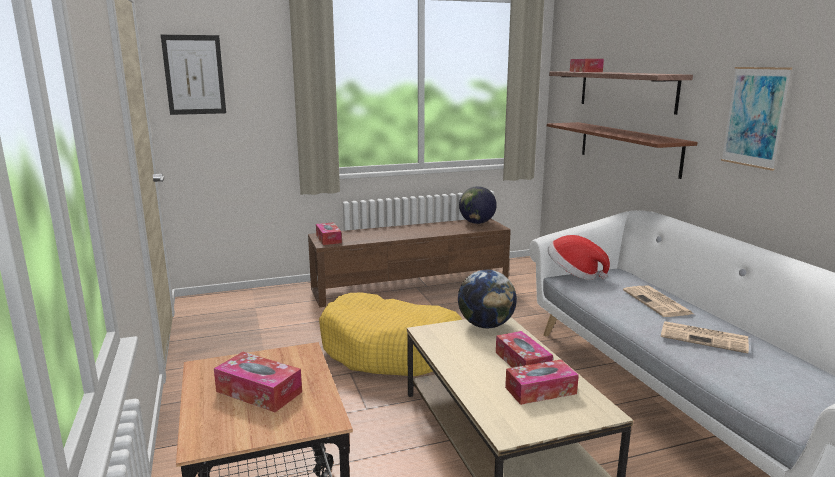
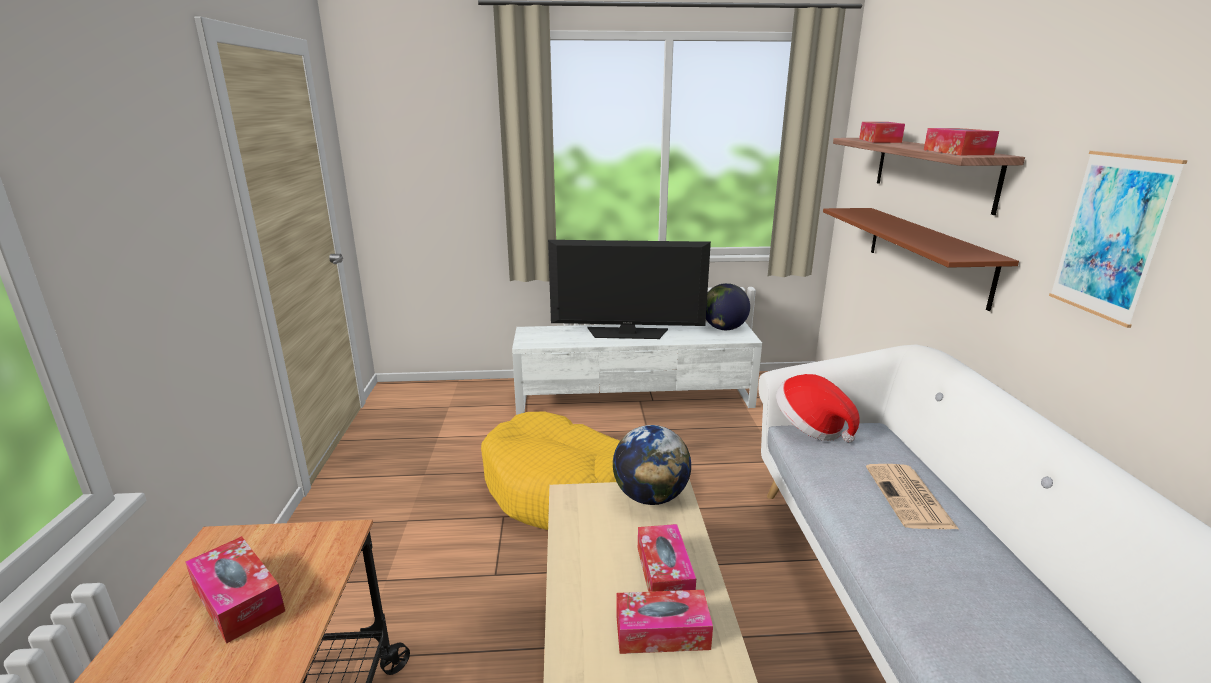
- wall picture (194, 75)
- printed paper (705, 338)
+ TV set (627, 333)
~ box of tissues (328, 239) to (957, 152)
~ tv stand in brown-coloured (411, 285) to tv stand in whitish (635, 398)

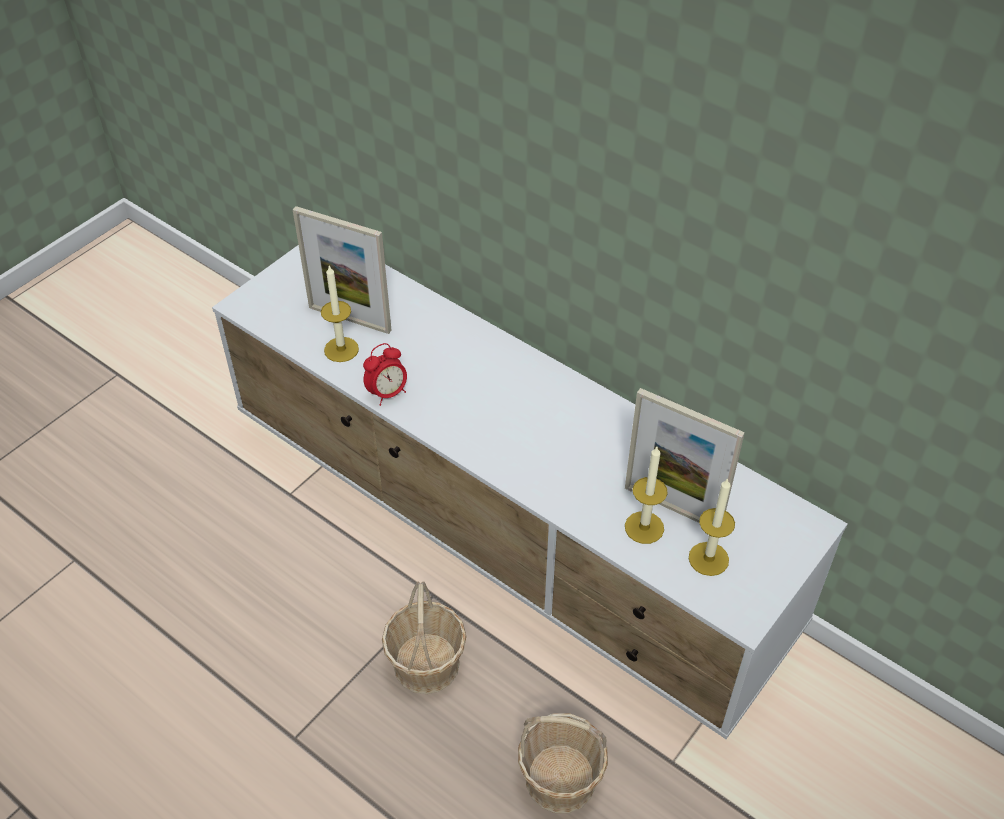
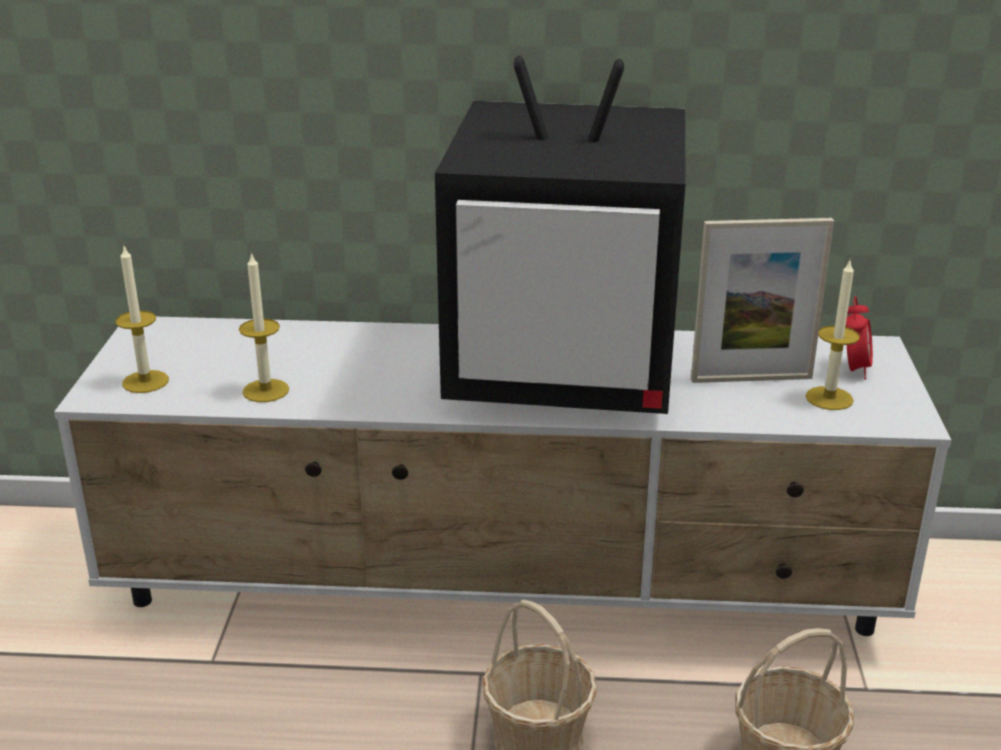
- standing frame (349, 319)
+ TV set (567, 369)
~ alarm clock (387, 393) to (853, 370)
~ wax light (644, 527) to (145, 381)

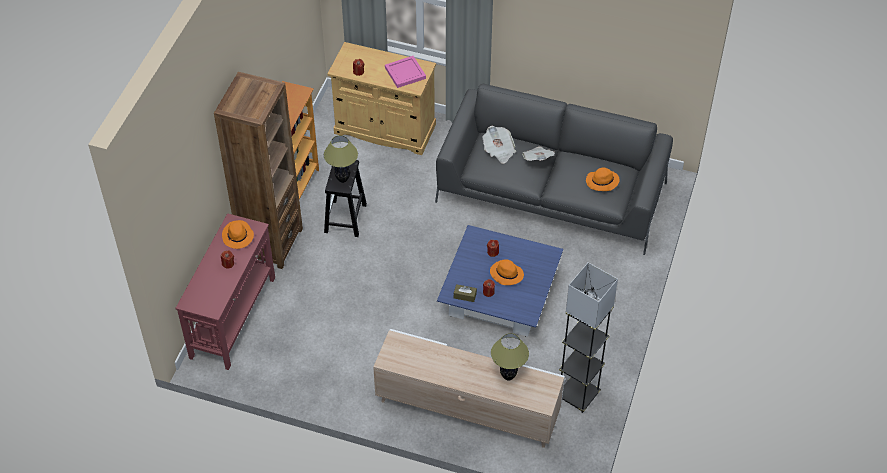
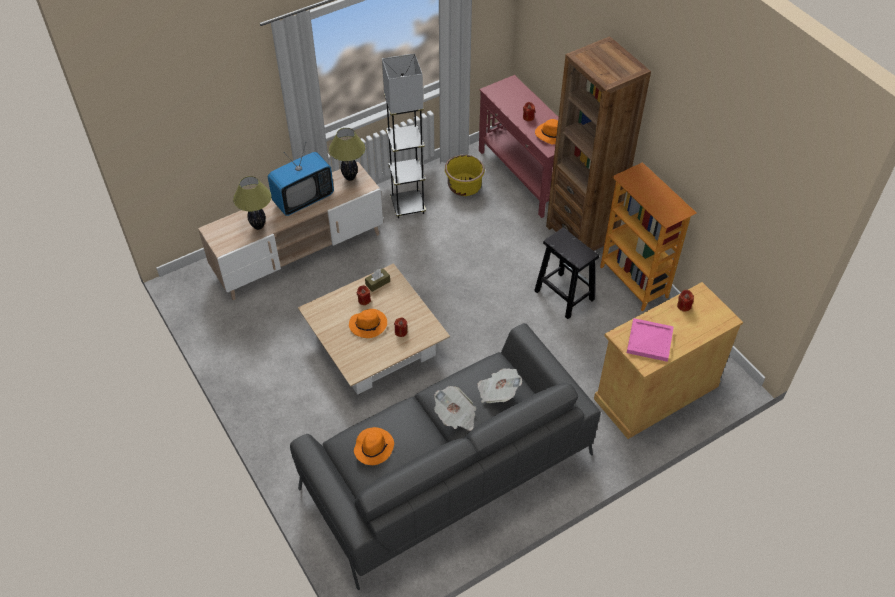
+ TV set (303, 199)
+ flower pot in yellow-coloured (464, 186)
~ table lamp (343, 179) to (350, 177)
~ standing lamp in grey (578, 395) to (408, 206)
~ coffee table in blue-coloured (500, 294) to coffee table in beige-coloured (375, 344)

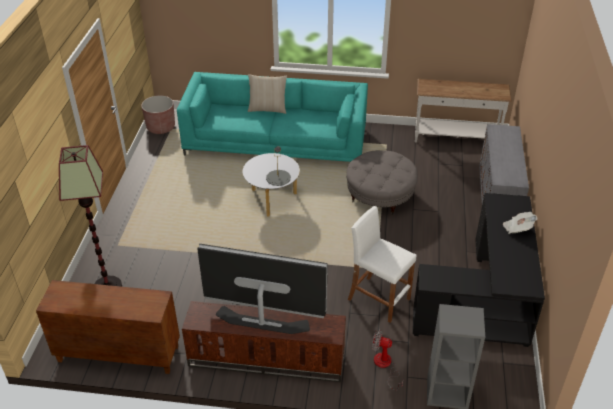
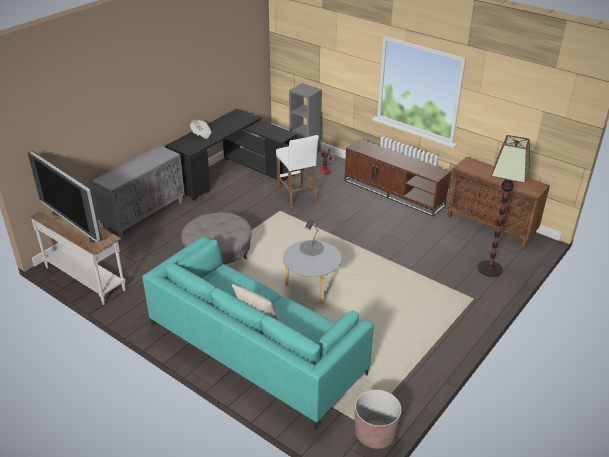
~ TV set (262, 319) to (76, 225)

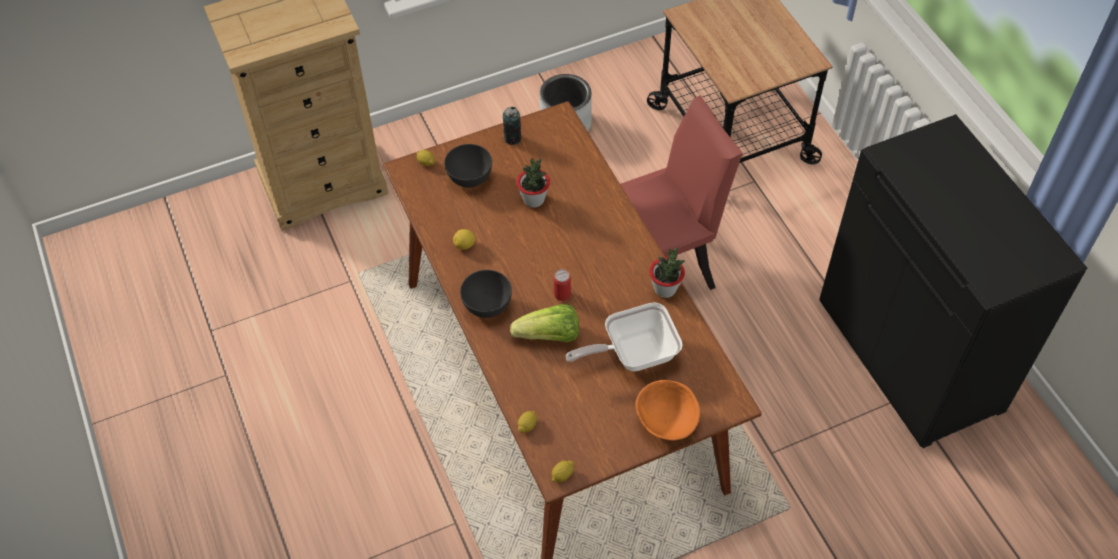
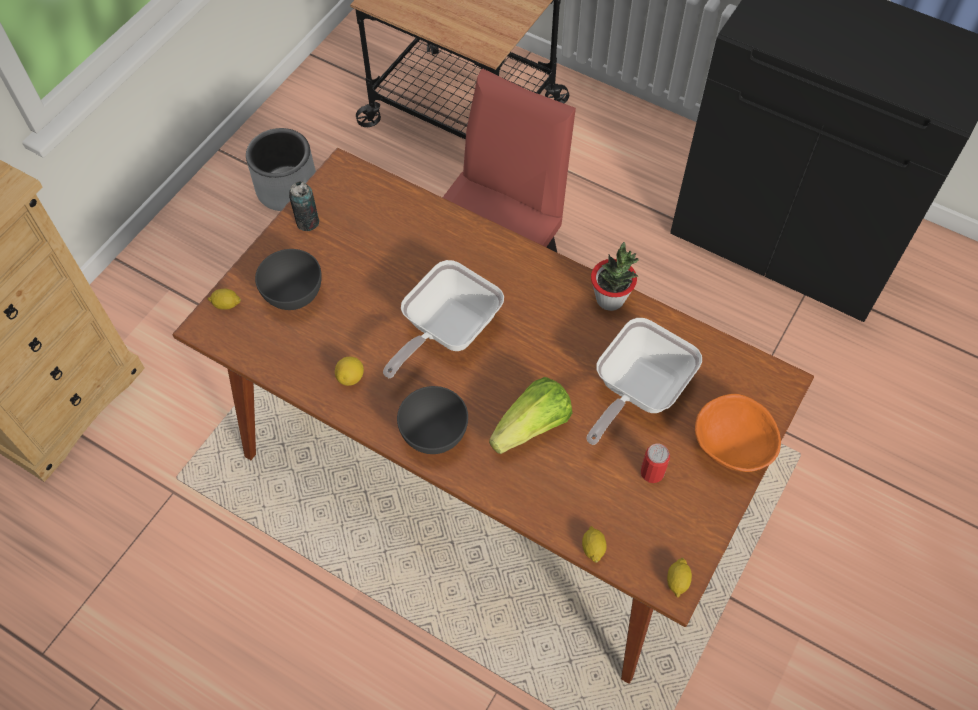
- potted plant (534, 199)
+ frying pan (446, 332)
~ metal can (562, 294) to (652, 472)

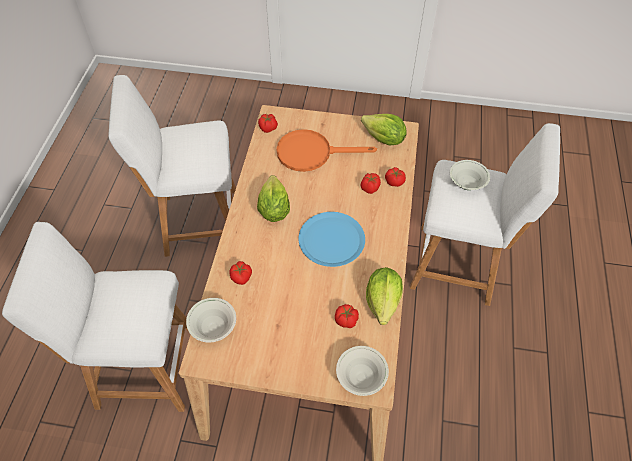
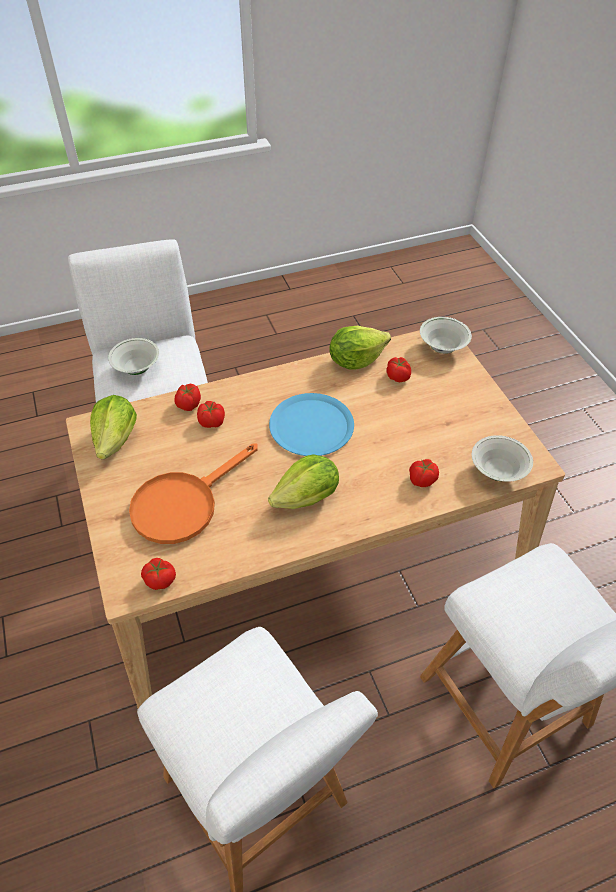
~ frying pan in orange-coloured (312, 153) = (183, 503) 75 degrees clockwise

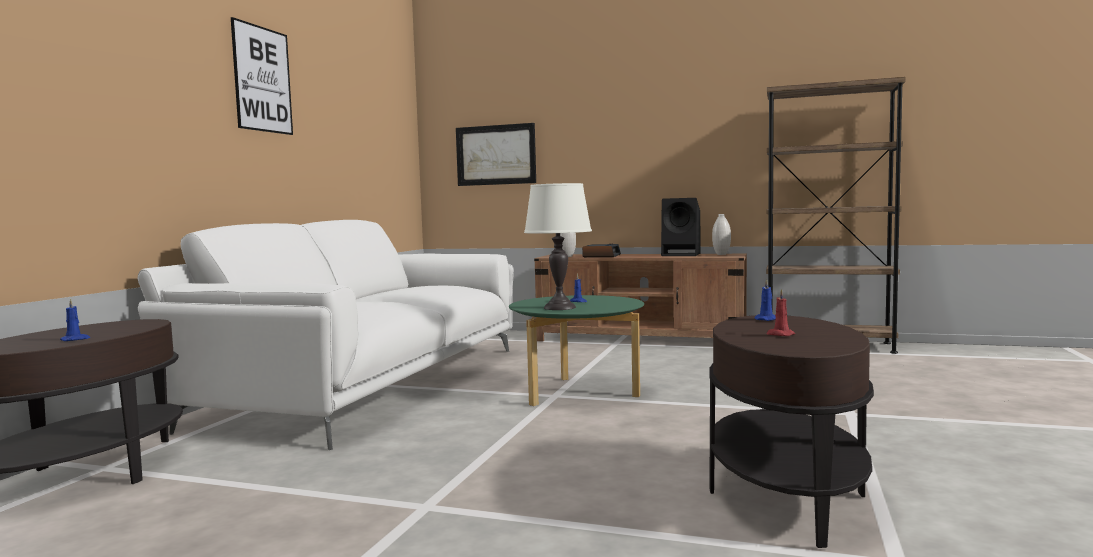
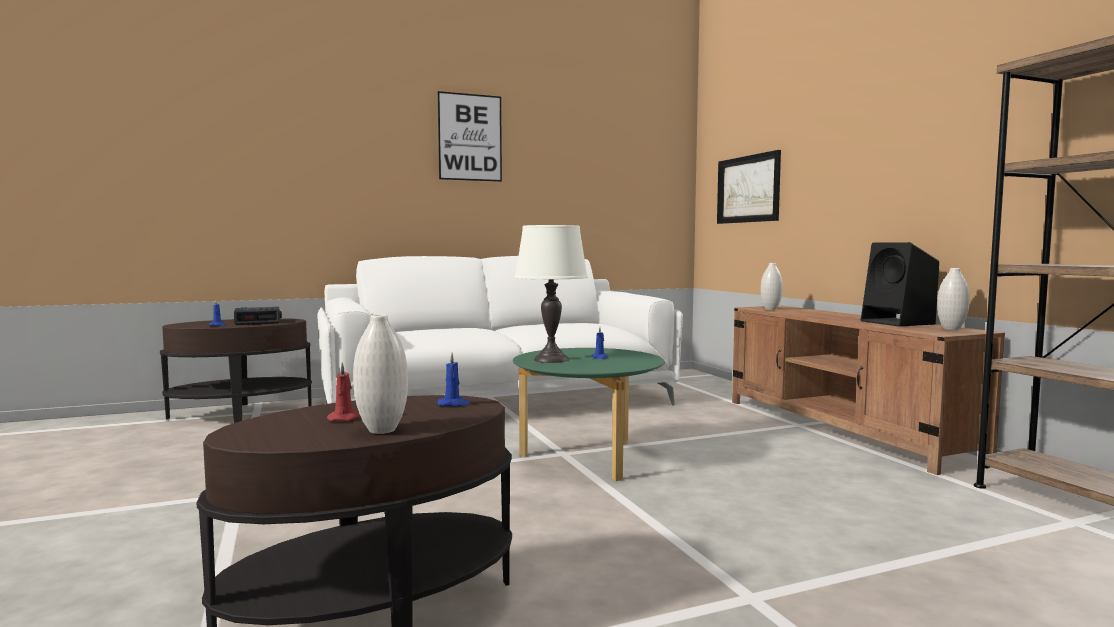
+ decorative vase in whitish (382, 430)
~ alarm clock (601, 256) to (258, 322)

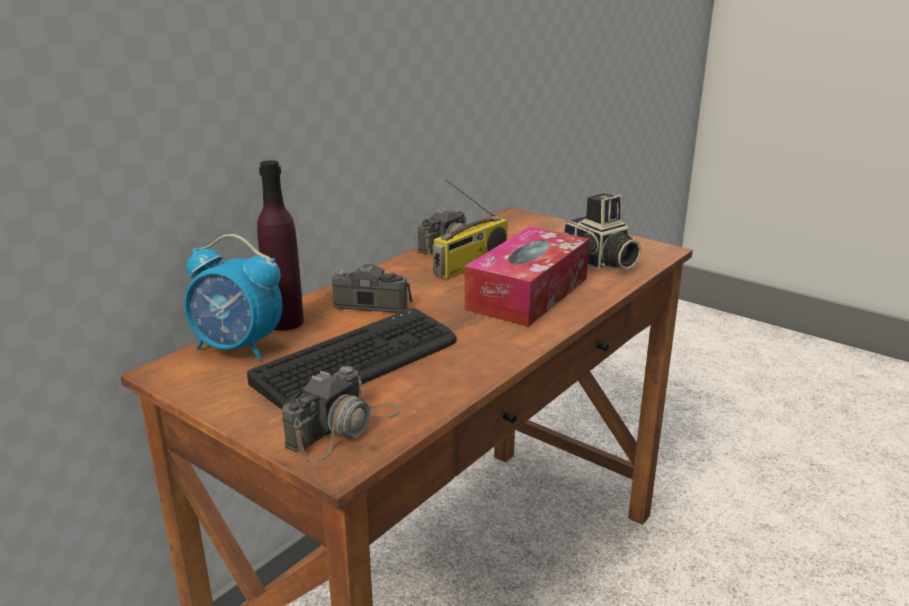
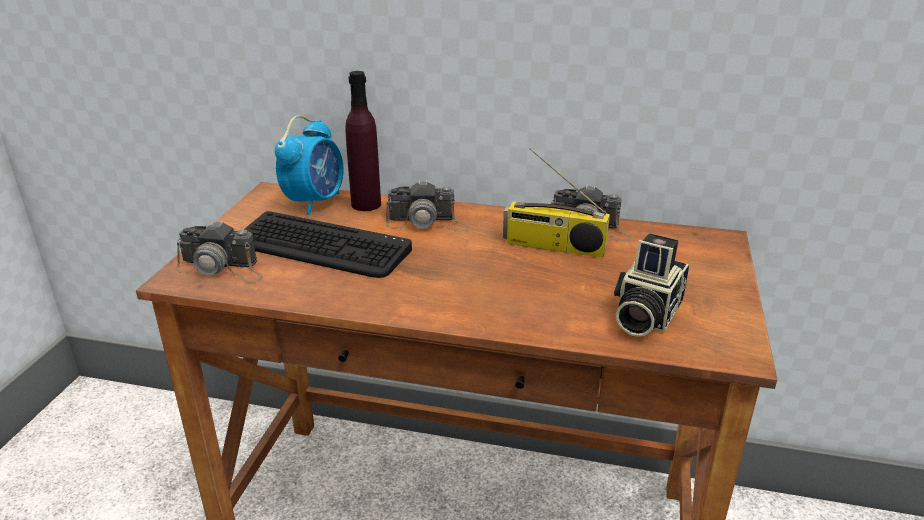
- box of tissues (528, 293)
~ alarm clock (238, 348) = (315, 202) 150 degrees counterclockwise
~ photo camera (367, 301) = (427, 222) 105 degrees clockwise

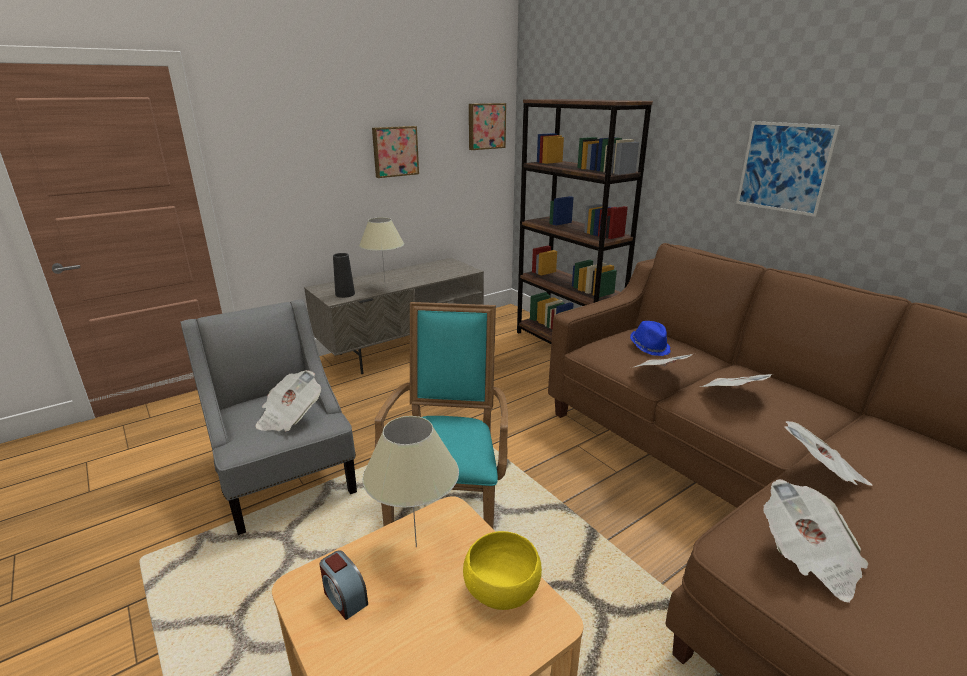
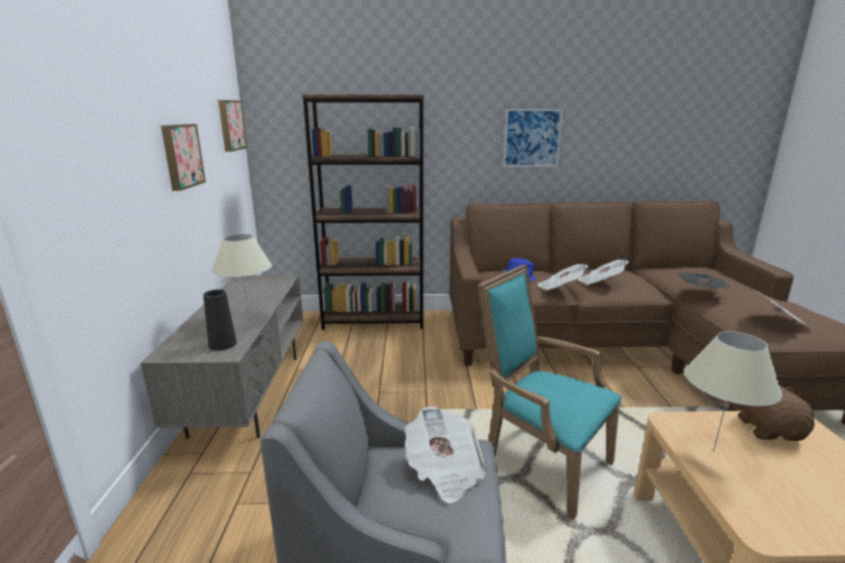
- alarm clock (344, 597)
~ deep dish in yellow-coloured (501, 590) to plush toy in brown-coloured (769, 429)

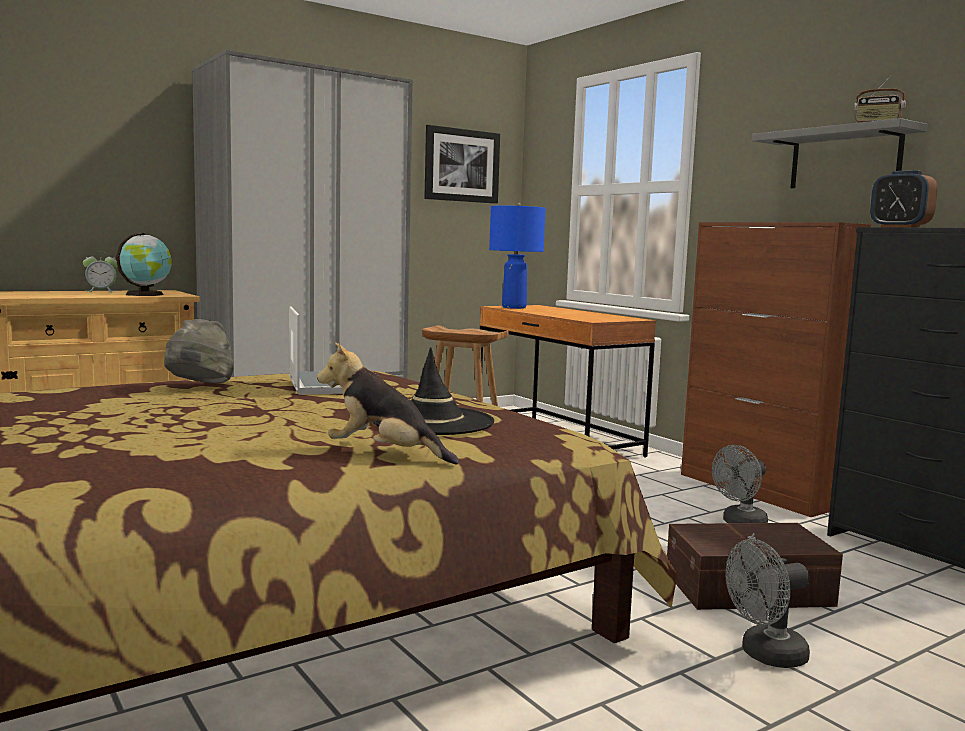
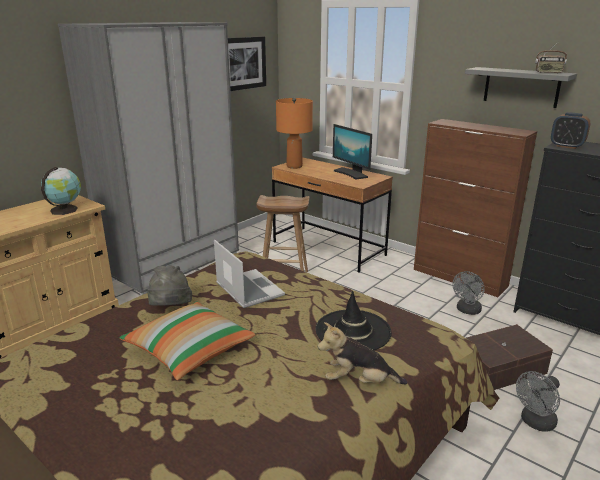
- alarm clock (101, 291)
+ throw pillow (189, 351)
+ monitor (351, 173)
~ table lamp in blue-coloured (514, 307) to table lamp in orange-coloured (294, 166)

